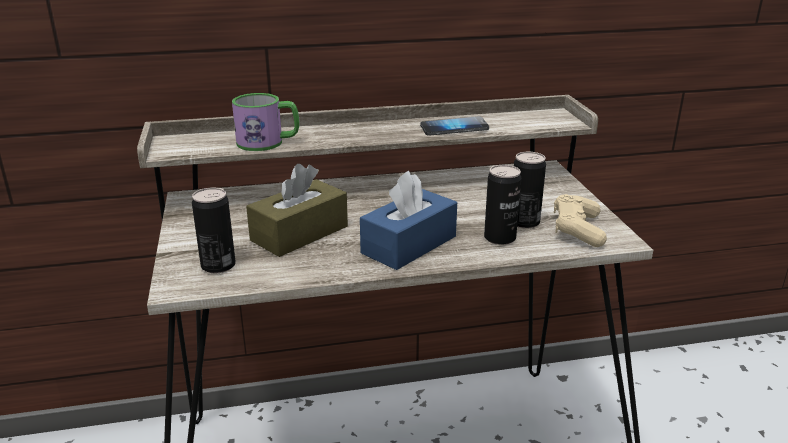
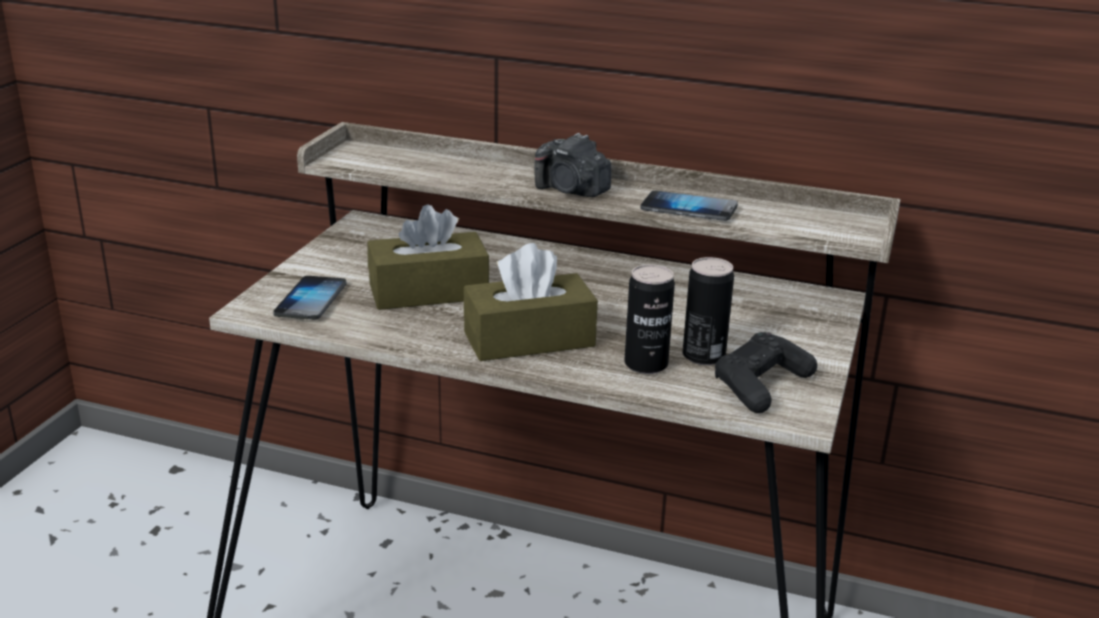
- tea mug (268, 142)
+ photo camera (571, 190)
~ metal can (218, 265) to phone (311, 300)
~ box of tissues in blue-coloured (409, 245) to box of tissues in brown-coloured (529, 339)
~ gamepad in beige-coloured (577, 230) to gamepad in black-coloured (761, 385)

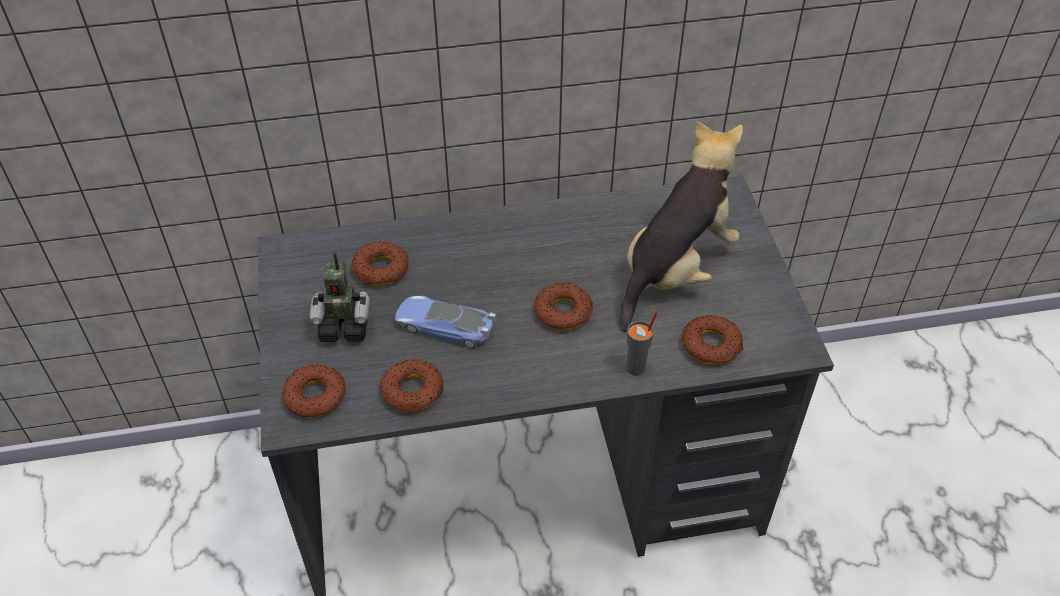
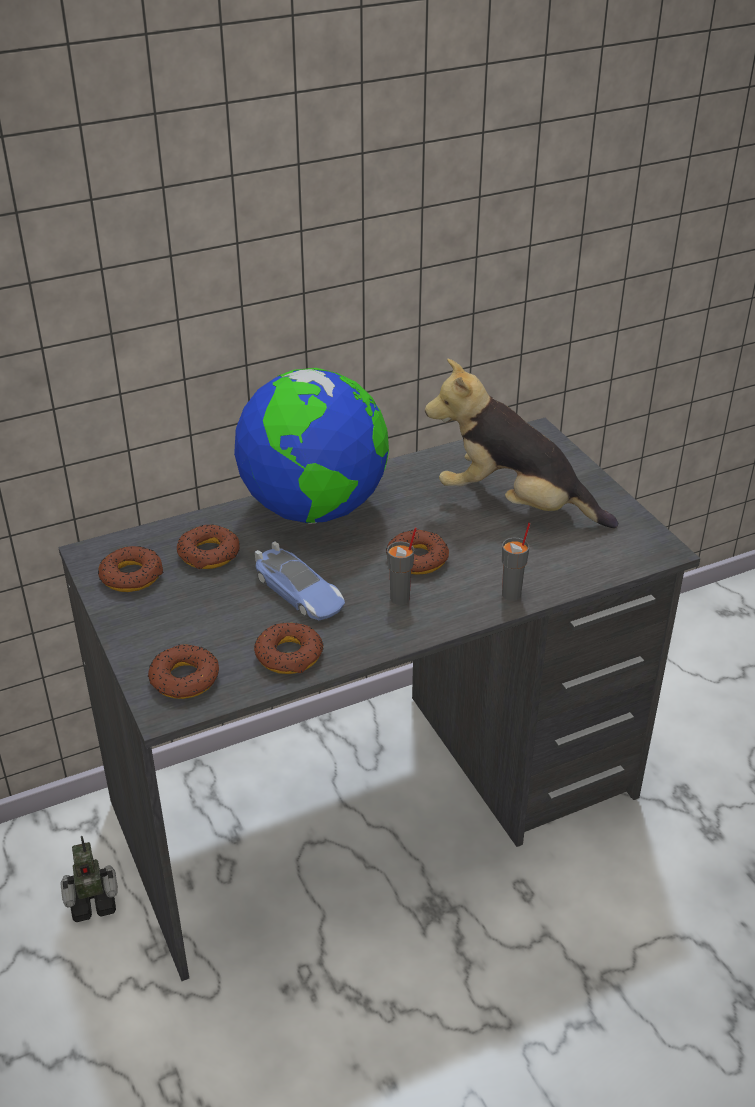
+ desk globe (314, 509)
+ cup in grey (400, 598)
~ toy robot (345, 326) to (93, 902)
~ doughnut (711, 345) to (131, 576)
~ model car (445, 326) = (299, 592) 135 degrees counterclockwise
~ plush toy (675, 270) = (514, 505) 90 degrees counterclockwise

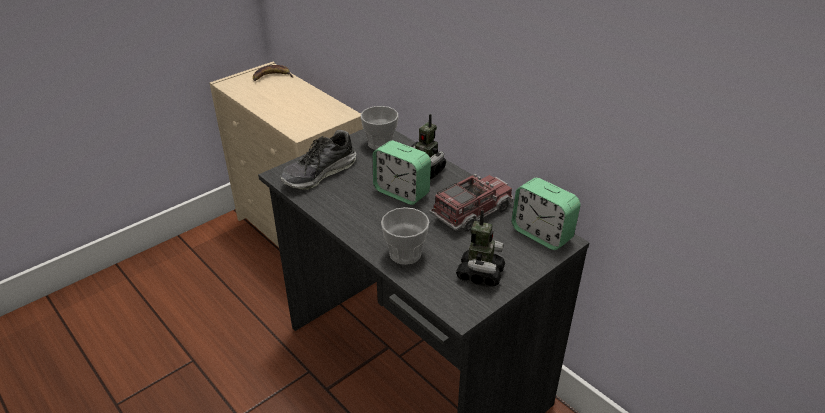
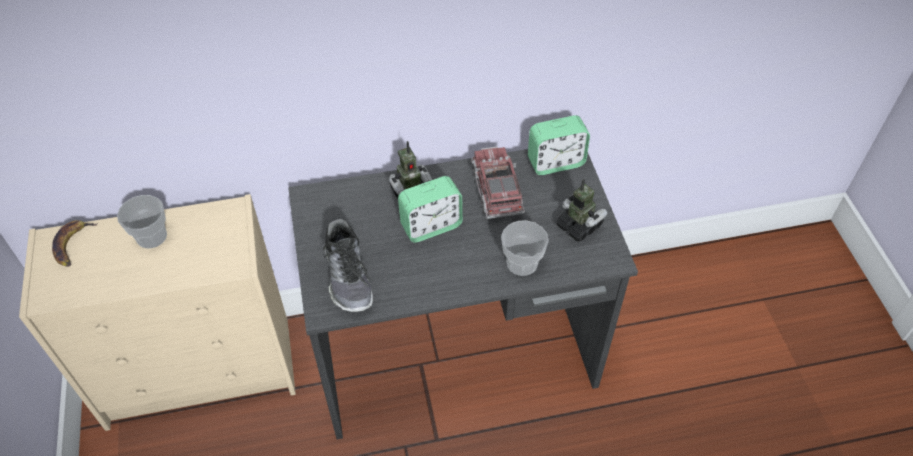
~ cup (380, 144) to (151, 236)

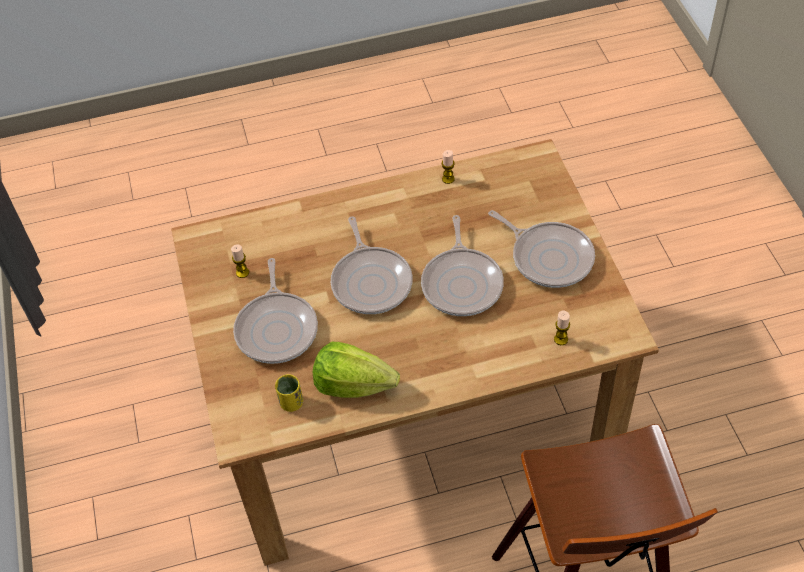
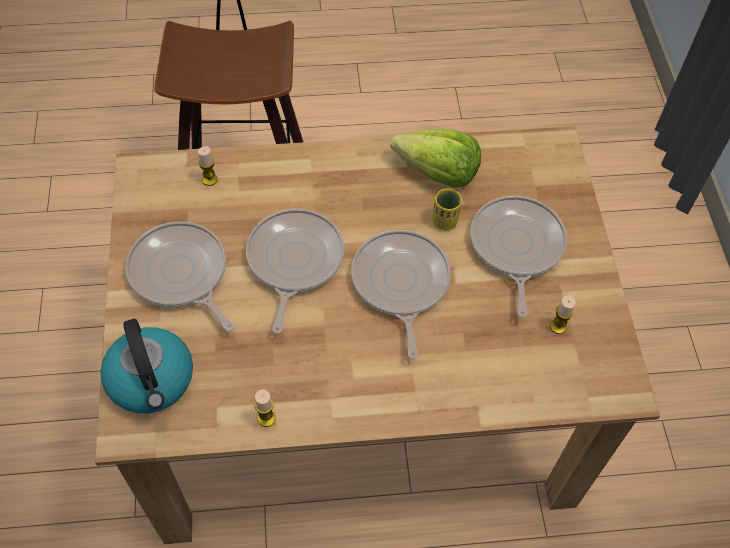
+ kettle (152, 380)
~ cup in yellow-coloured (291, 403) to (444, 221)

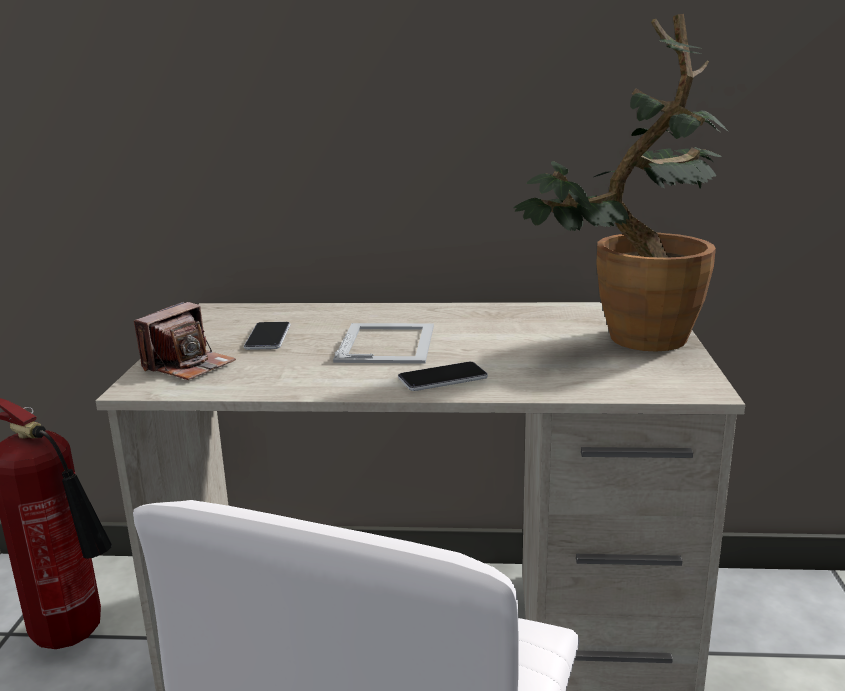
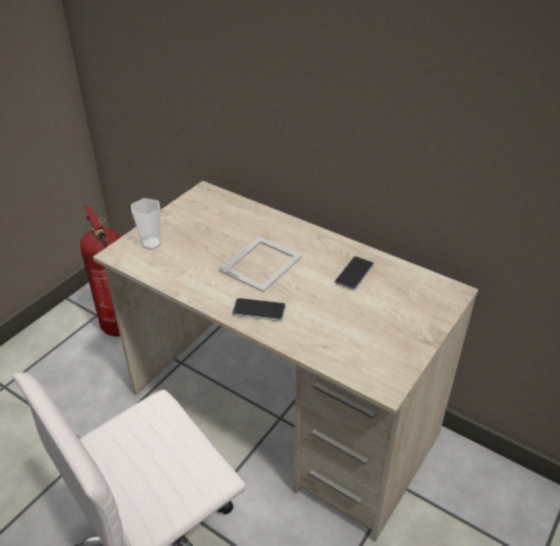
- potted plant (629, 340)
~ phone (268, 337) to (354, 274)
~ photo camera (189, 365) to cup (151, 243)

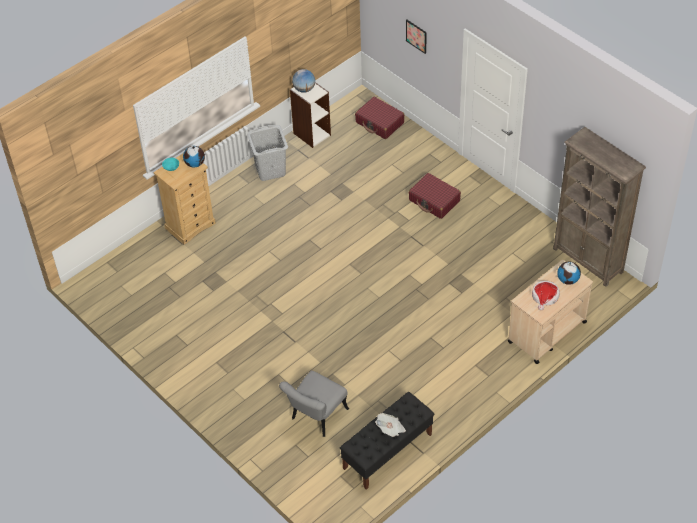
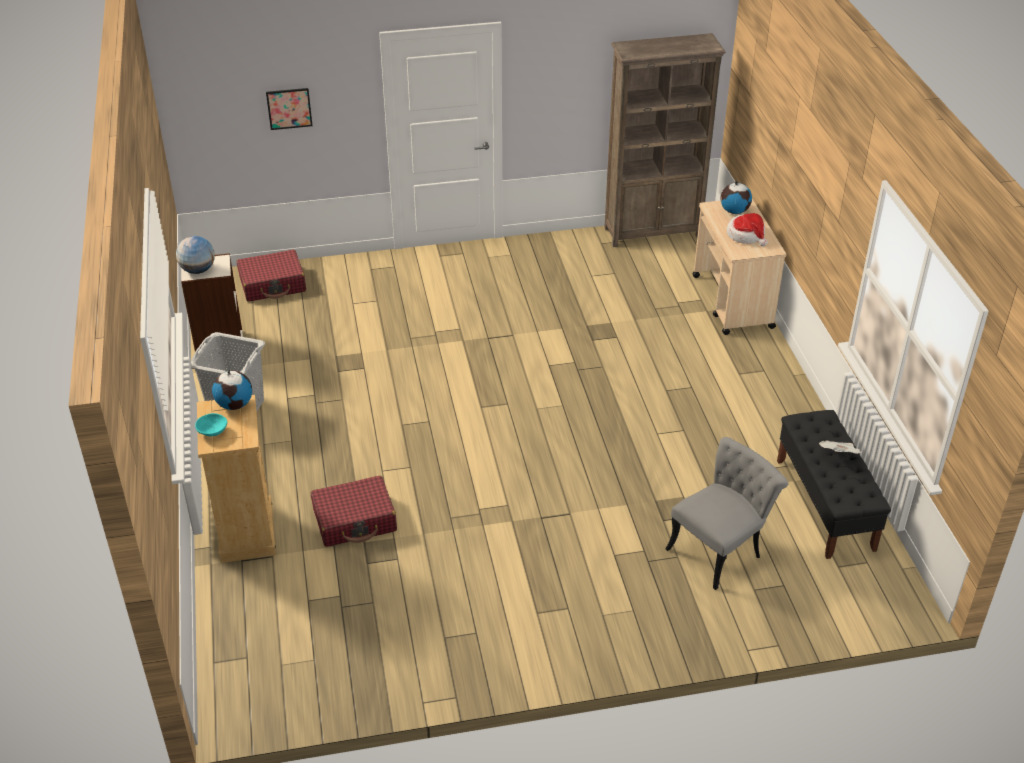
~ travel case in reddish (434, 201) to (355, 520)
~ upright chair in grey (316, 418) = (721, 549) 105 degrees counterclockwise

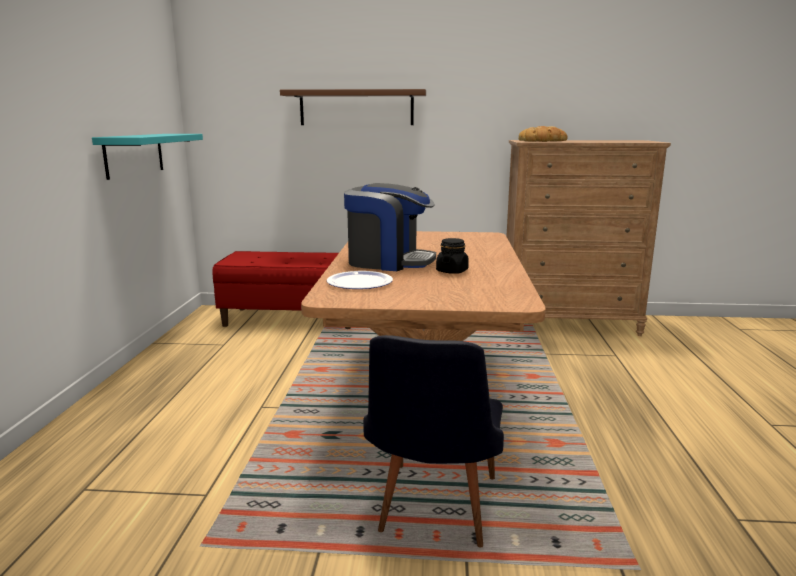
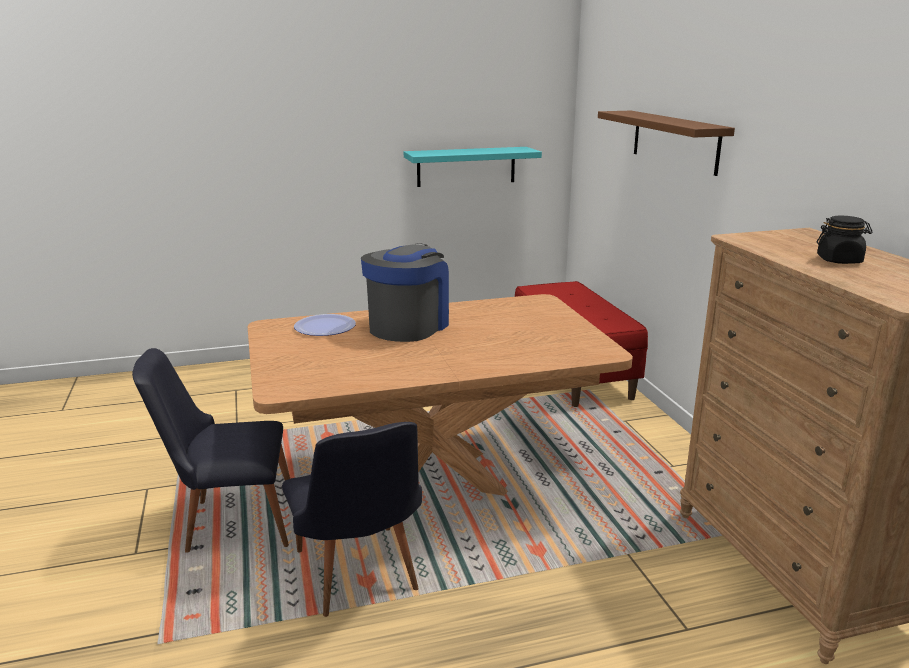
- bakery bread (542, 141)
+ upright chair in black-coloured (359, 579)
~ preserve jar in black-coloured (452, 271) to (839, 260)
~ coffee brewer (388, 262) = (409, 326) 150 degrees counterclockwise

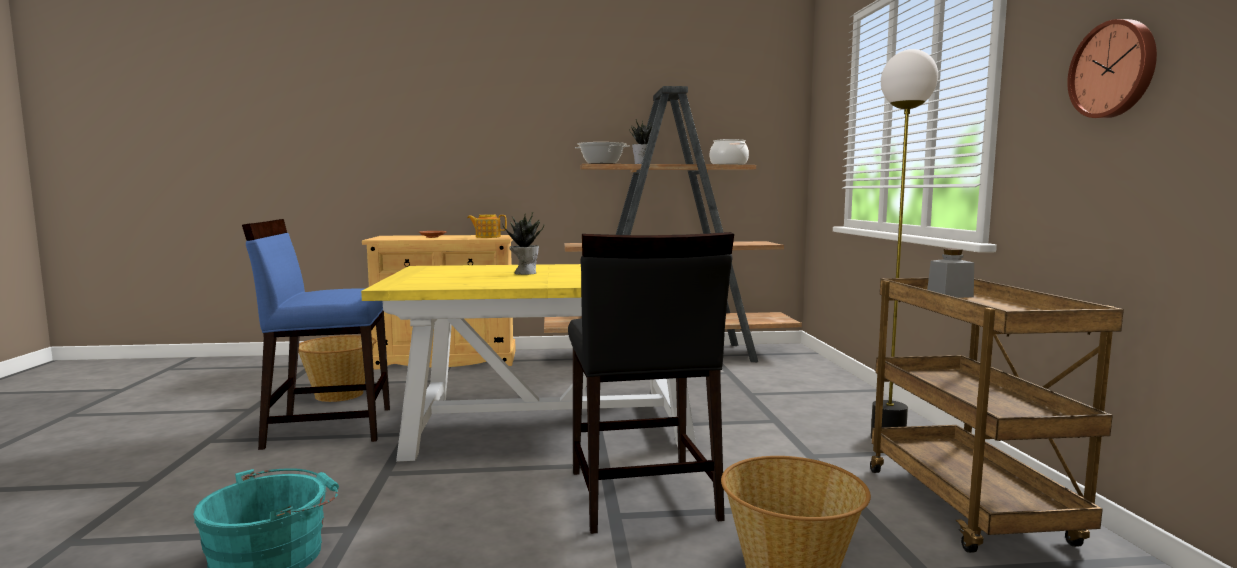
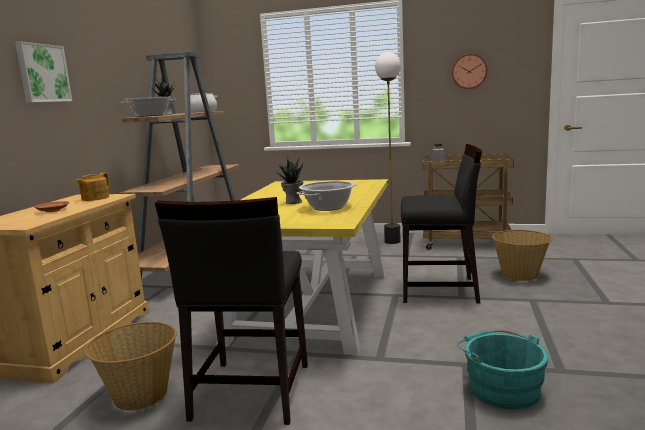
+ wall picture (42, 73)
+ cooking pot (328, 207)
~ upright chair in blue-coloured (328, 427) to upright chair in black-coloured (250, 392)

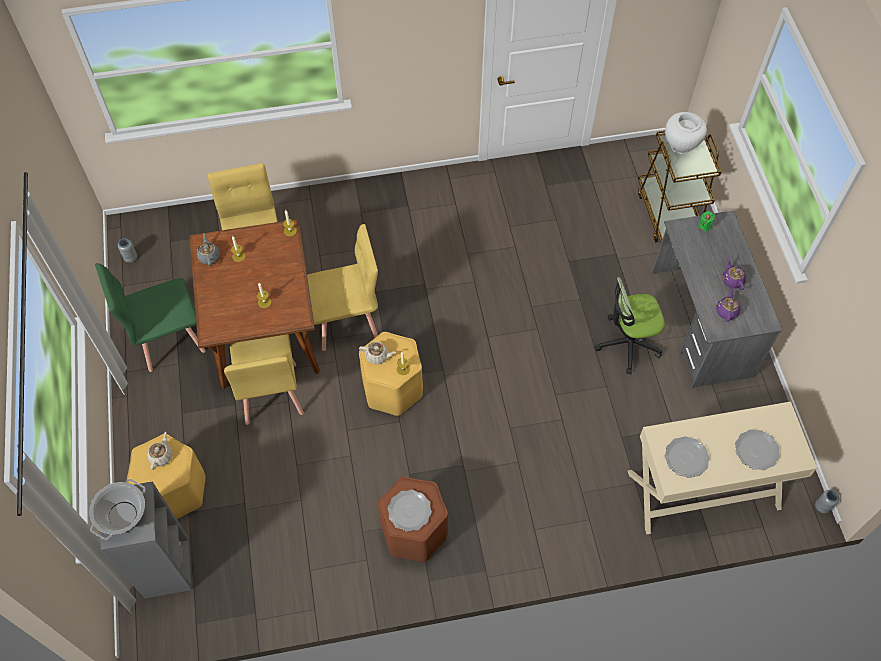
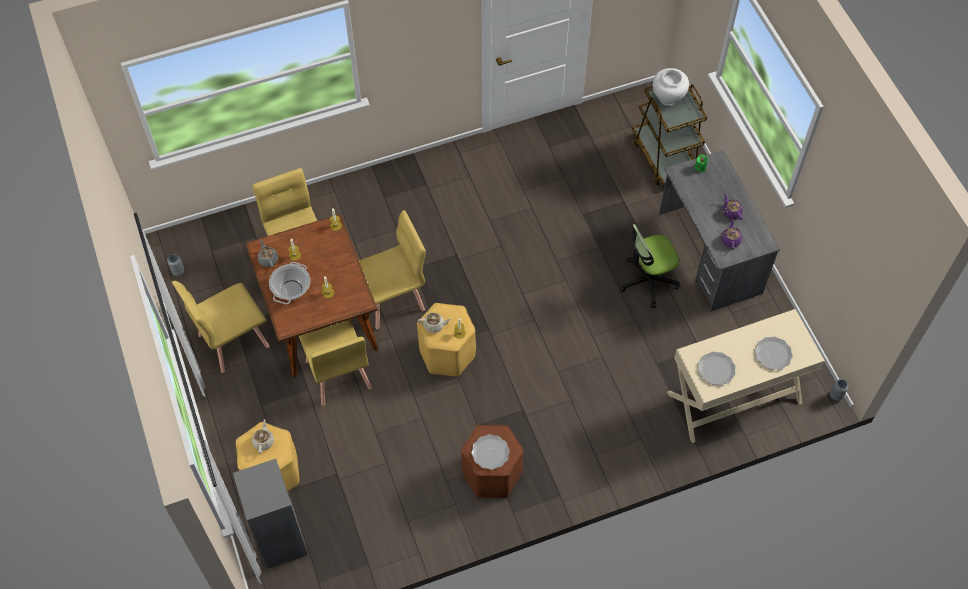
~ cooking pot (123, 515) to (291, 289)
~ upright chair in greenish (168, 339) to upright chair in yellow-coloured (232, 340)

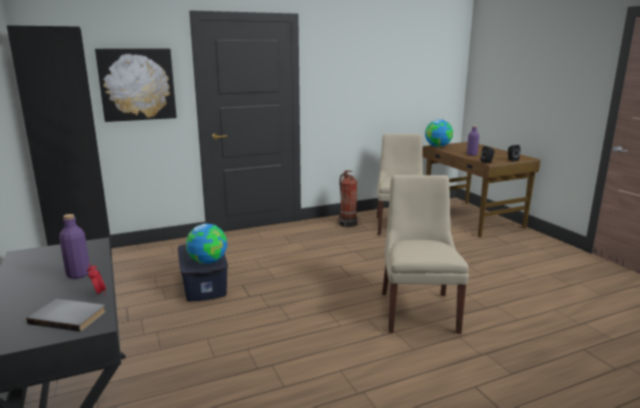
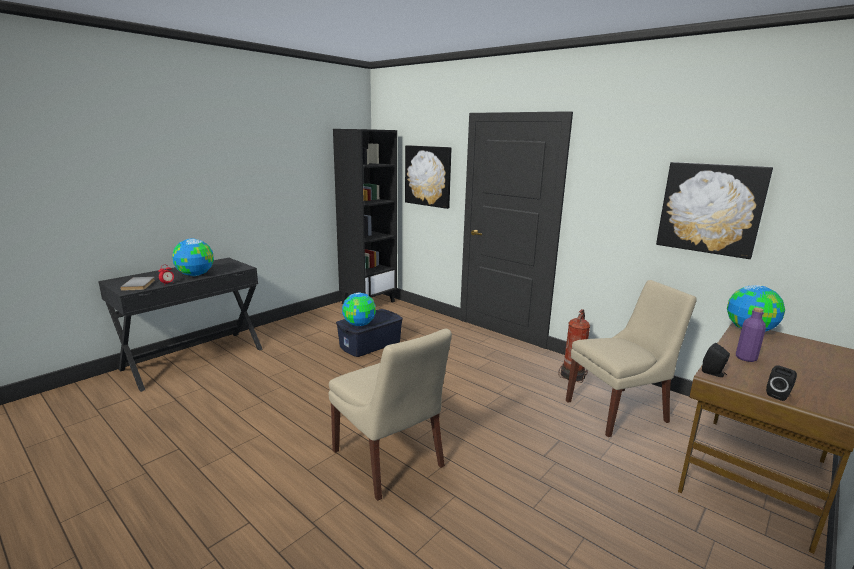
+ wall picture (710, 208)
~ drink bottle in purple (78, 274) to desk globe (195, 275)
~ upright chair in beige-coloured (418, 310) = (389, 461) 75 degrees clockwise

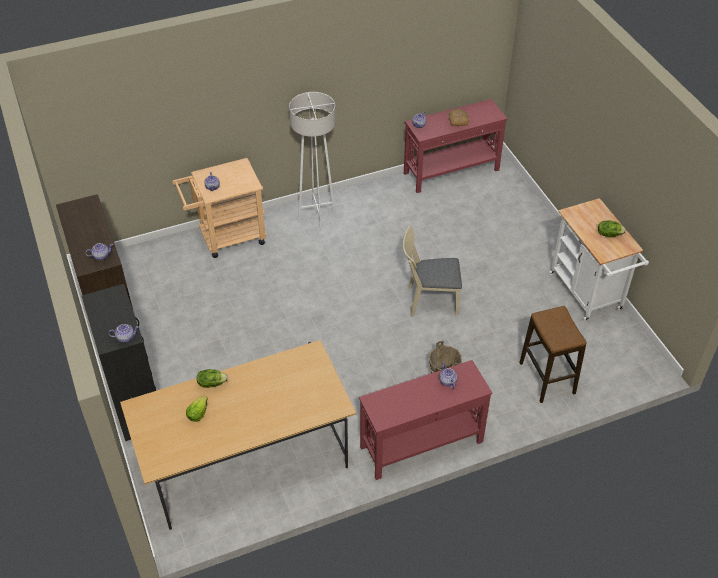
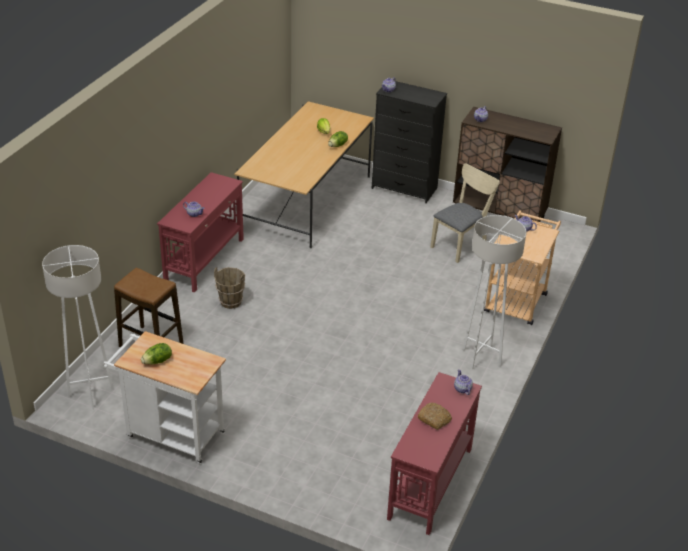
+ standing lamp in whitish (91, 393)
~ upright chair in beige-coloured (428, 301) to (461, 244)

